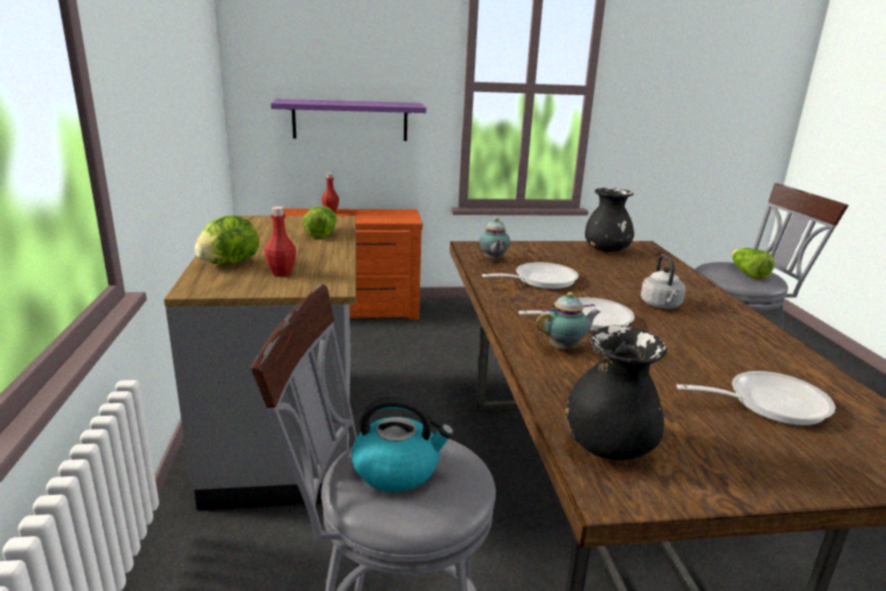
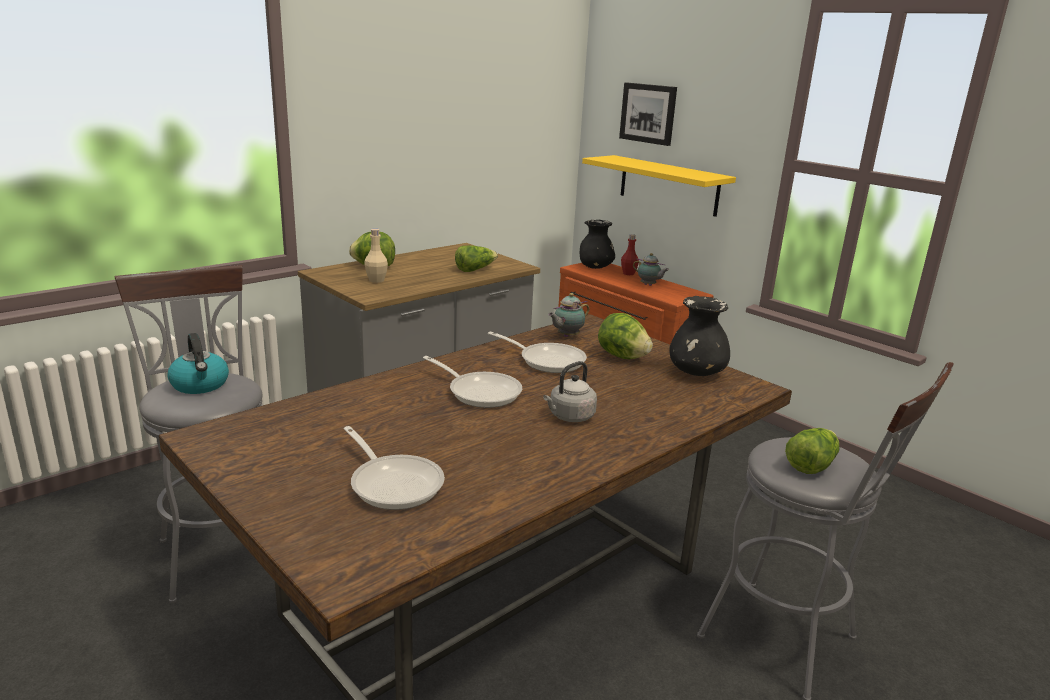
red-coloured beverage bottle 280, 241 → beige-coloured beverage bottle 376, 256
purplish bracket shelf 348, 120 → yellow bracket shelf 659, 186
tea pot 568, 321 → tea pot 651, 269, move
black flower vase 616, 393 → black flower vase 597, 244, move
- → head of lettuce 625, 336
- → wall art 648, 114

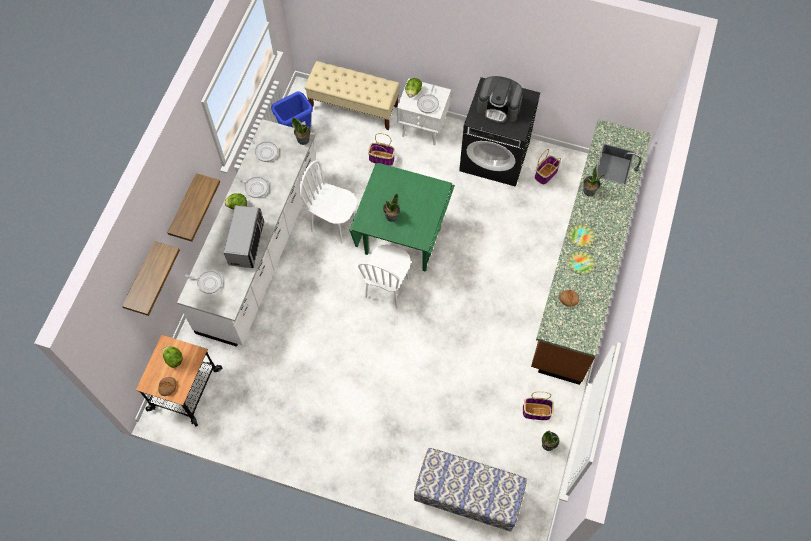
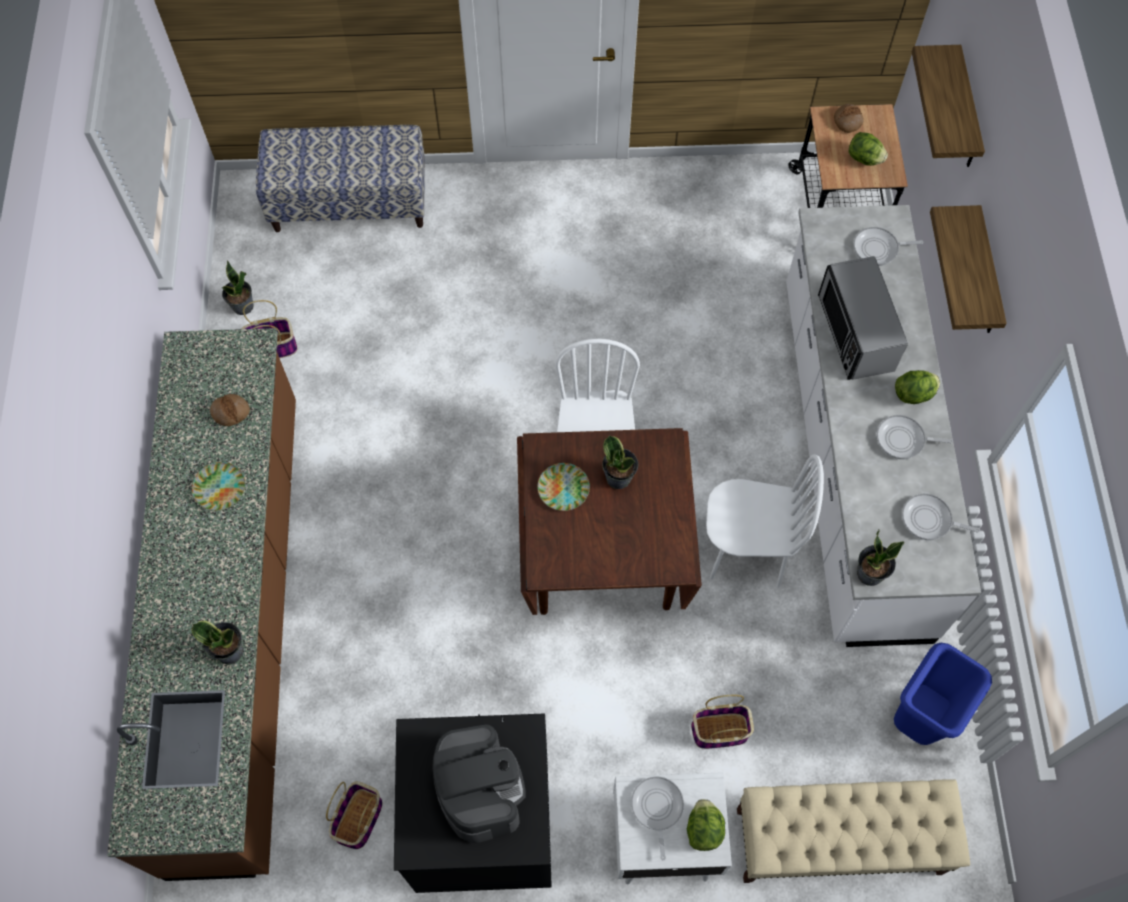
greenish dinner table 402, 217 → brownish dinner table 609, 521
coffee machine 500, 99 → coffee machine 478, 783, 75 degrees clockwise
plate 582, 235 → plate 563, 487, move

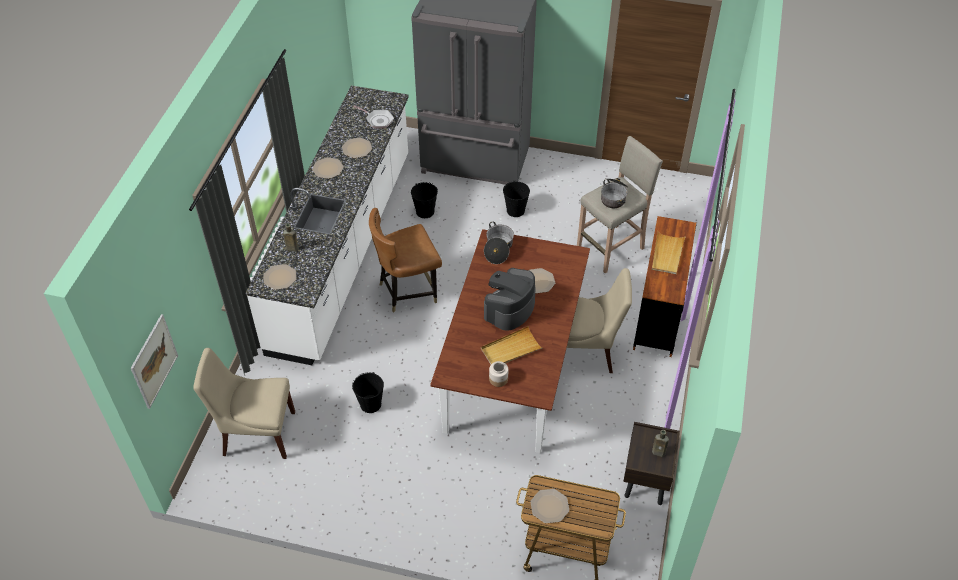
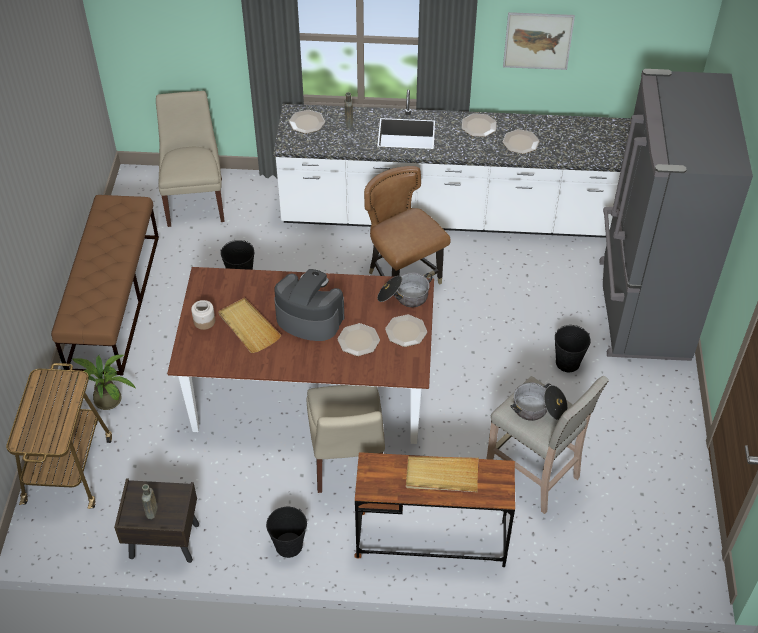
wall art 154, 361 → wall art 539, 41, move
frying pan 373, 116 → -
black pail 424, 200 → black pail 286, 532, move
plate 549, 506 → plate 406, 330, move
- → brownish bench 105, 285
- → potted plant 104, 382

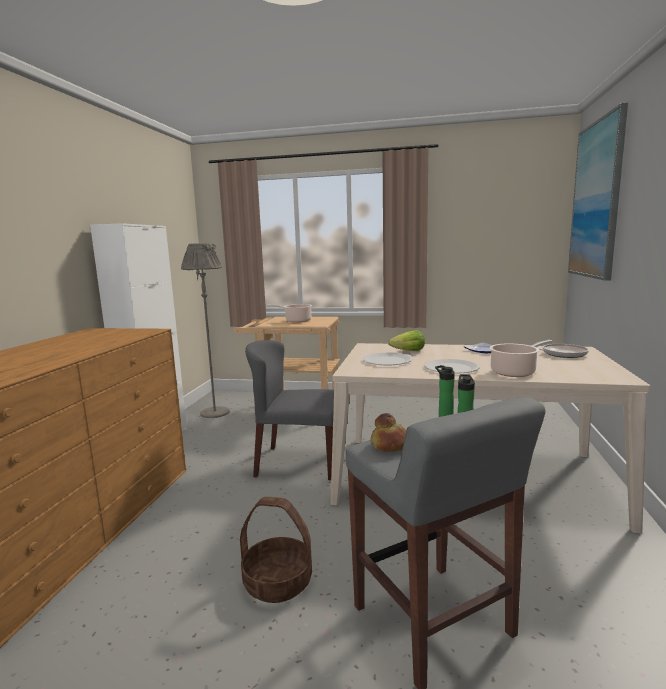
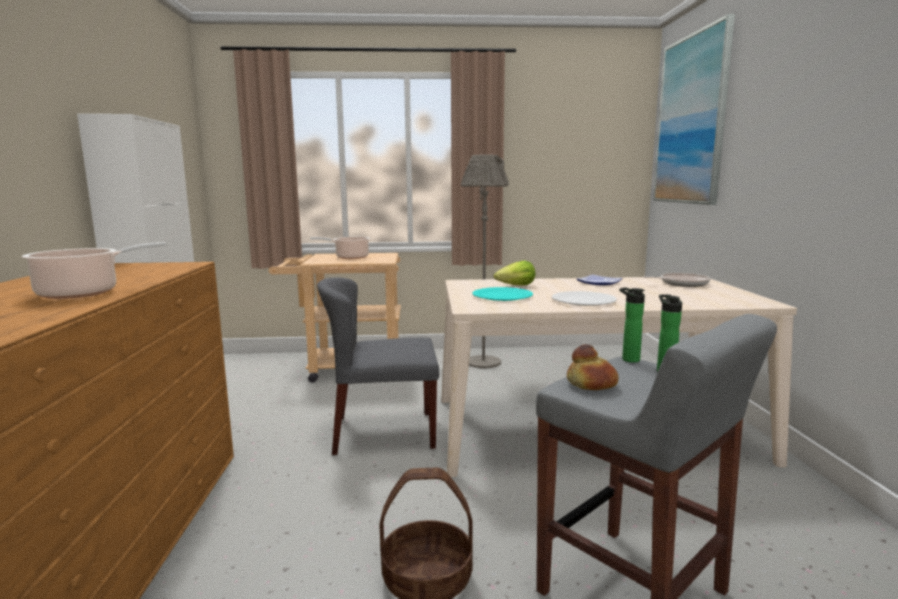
grey standing lamp 205, 330 → grey standing lamp 485, 261, move
whitish plate 388, 359 → blue-green plate 502, 294
cooking pot 521, 358 → cooking pot 94, 270, move

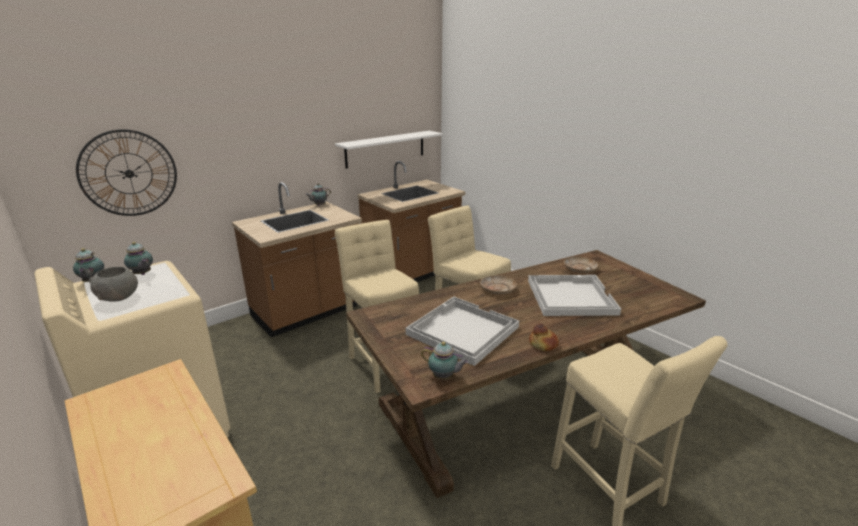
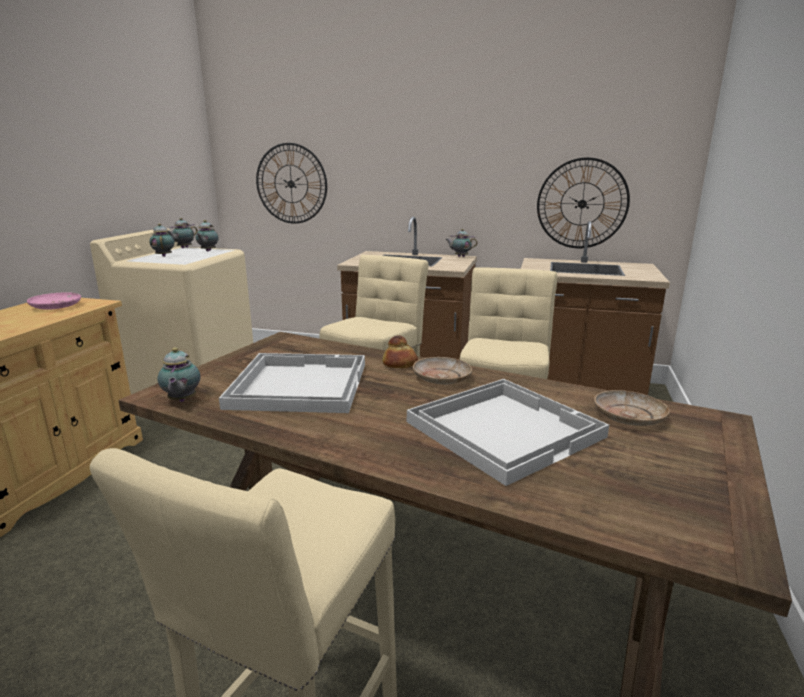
grey bowl 113, 284 → tea pot 162, 240
whitish bracket shelf 389, 150 → hanging clock 583, 202
bakery bread 544, 337 → bakery bread 400, 351, move
- → pink-coloured plate 54, 301

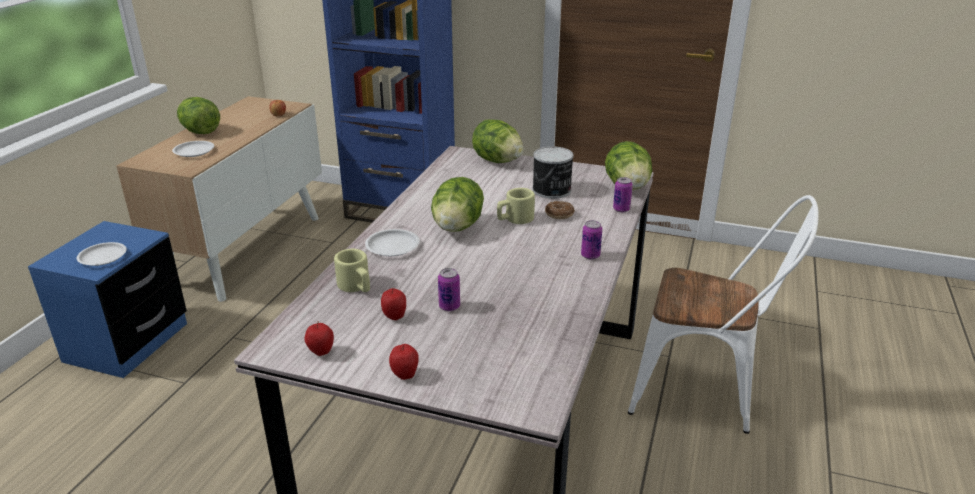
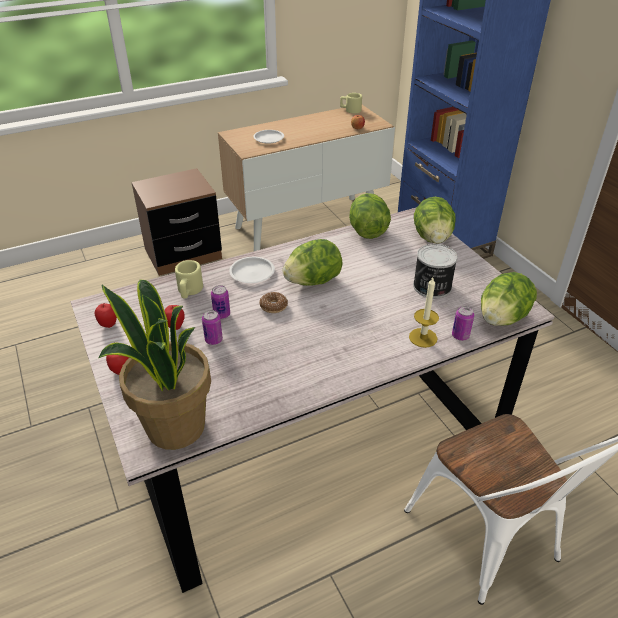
blue nightstand 107, 299 → brownish nightstand 176, 222
whitish plate 102, 254 → -
head of lettuce 198, 115 → head of lettuce 370, 216, move
beige-coloured coffee mug 516, 206 → beige-coloured coffee mug 351, 103, move
doughnut 560, 210 → doughnut 274, 302, move
can 591, 239 → can 220, 302, move
- → potted plant 155, 365
- → wax light 424, 313

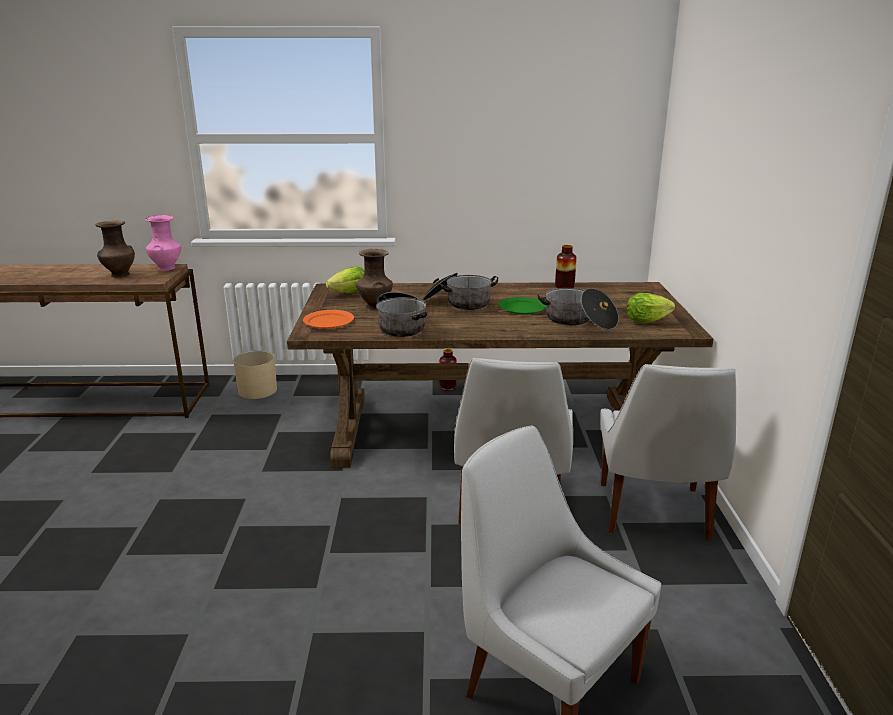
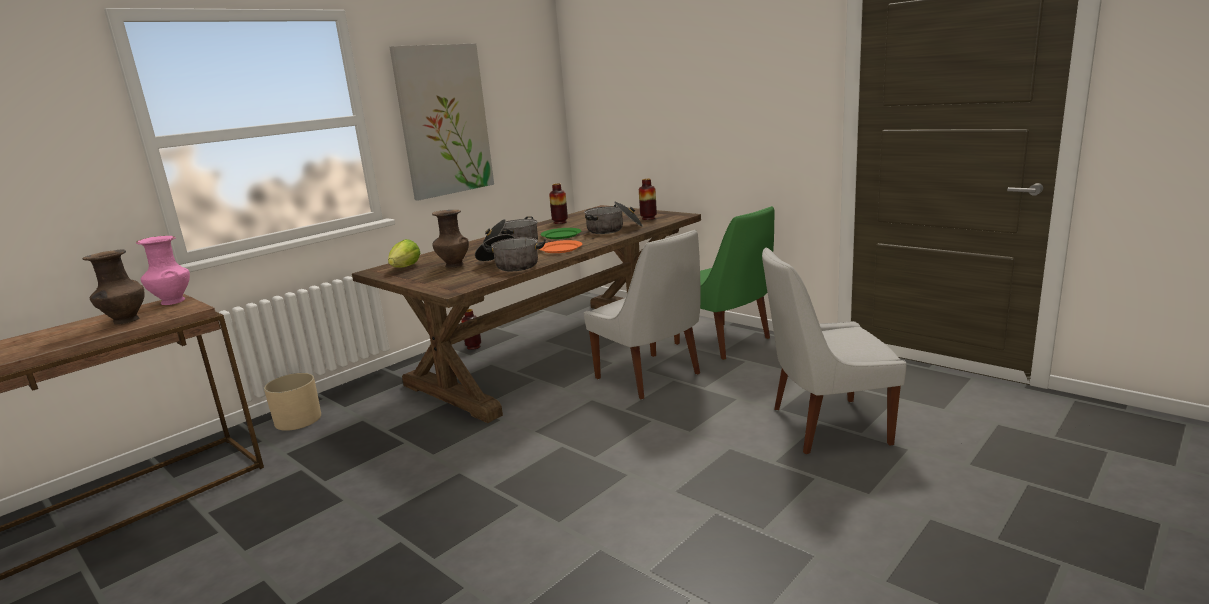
orange plate 328, 319 → orange plate 560, 246, move
whitish plain chair 668, 452 → greenish plain chair 724, 283
head of lettuce 651, 308 → flower vase 648, 199
- → wall art 441, 122

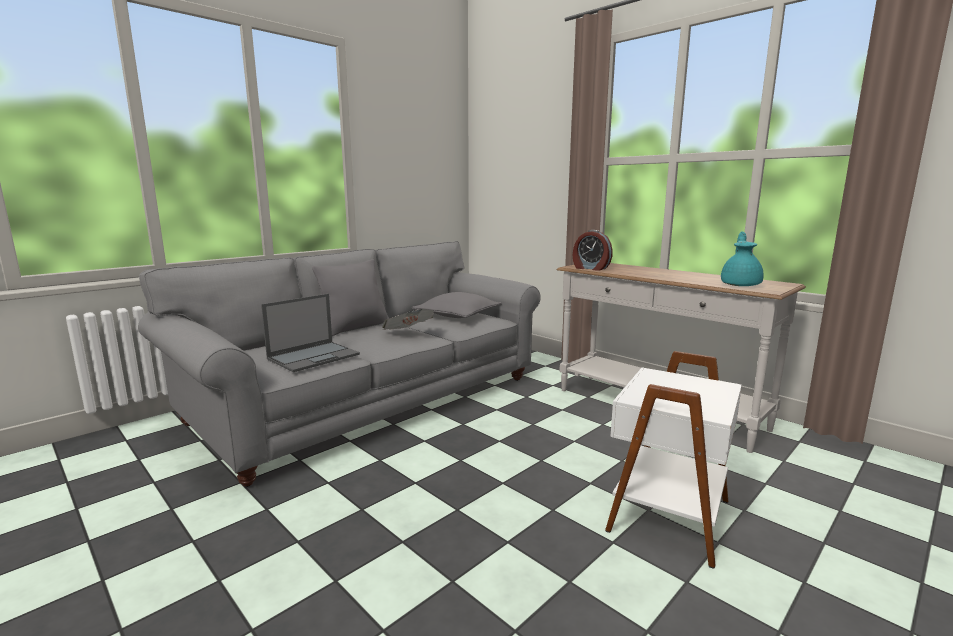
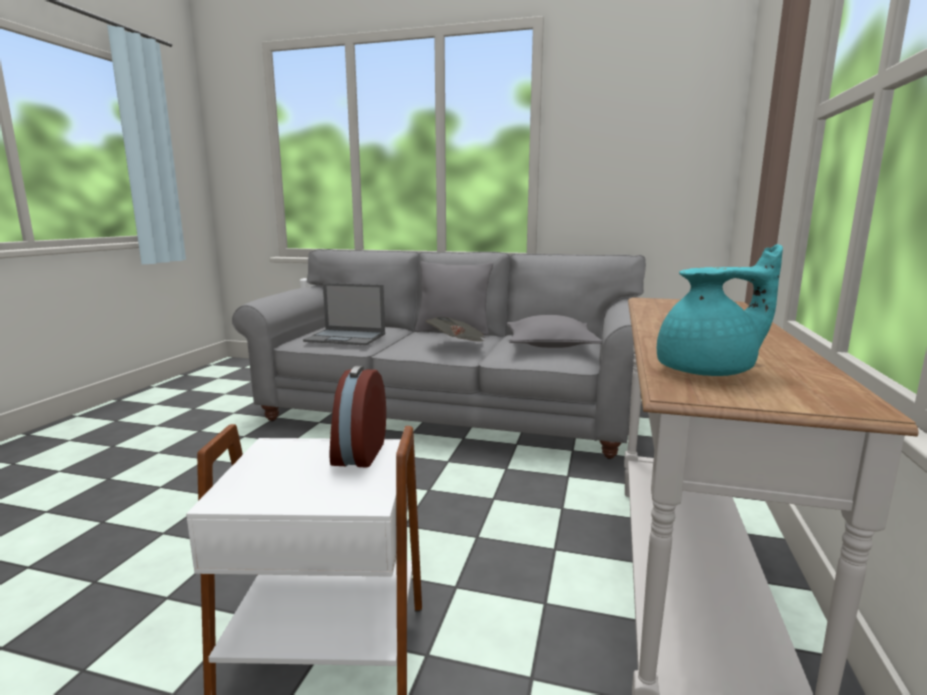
table clock 593, 250 → table clock 357, 416, move

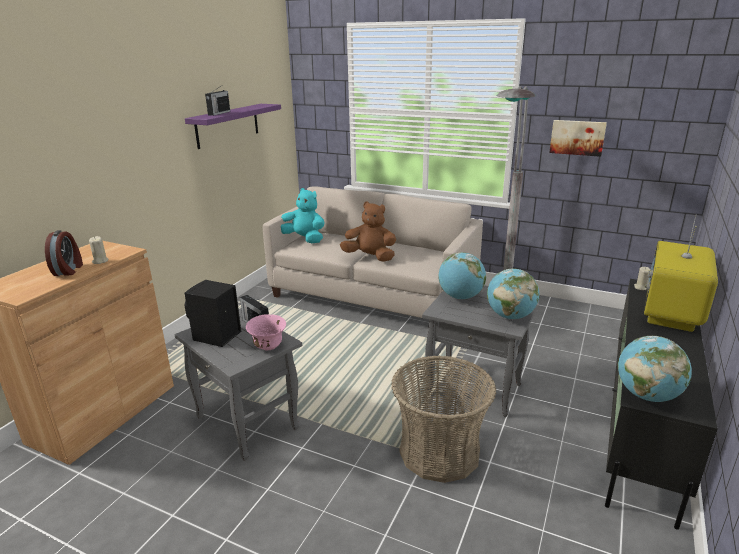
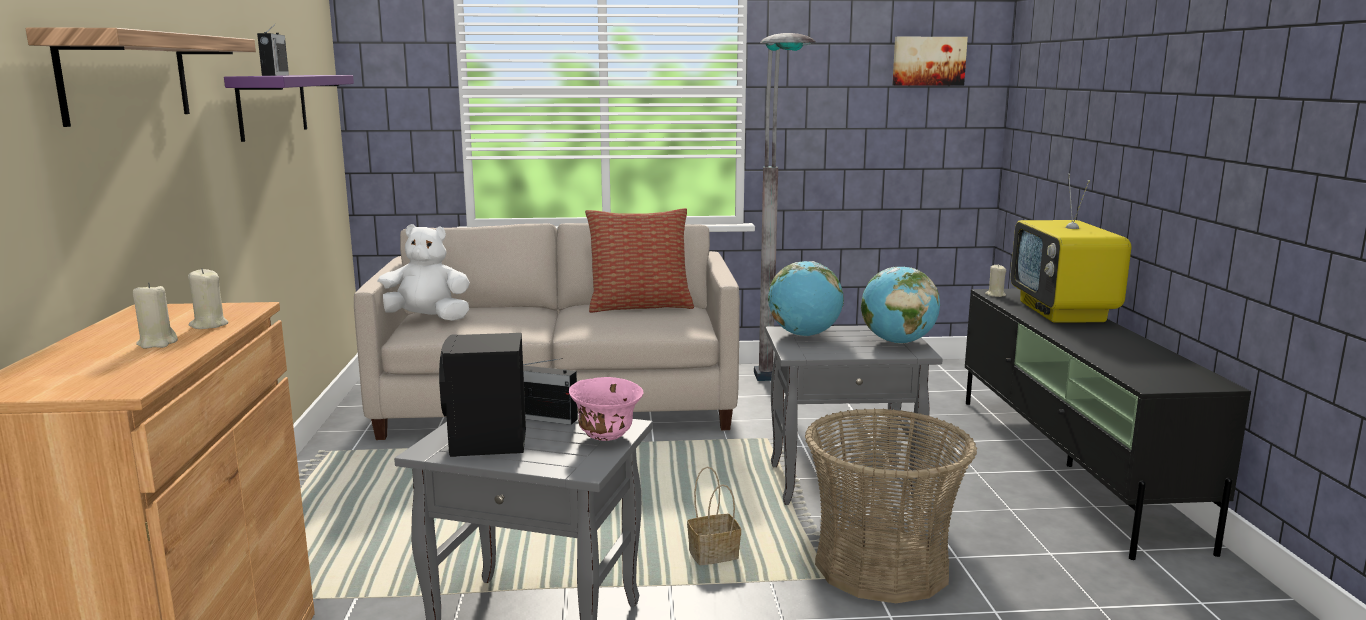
table clock 64, 253 → beige-coloured wax light 155, 315
blue-green soft toy 303, 215 → whitish soft toy 424, 272
brownish soft toy 368, 231 → -
wall art 578, 138 → wall art 930, 61, move
desk globe 655, 369 → -
- → bracket shelf 141, 77
- → throw pillow 639, 260
- → storage basket 714, 515

